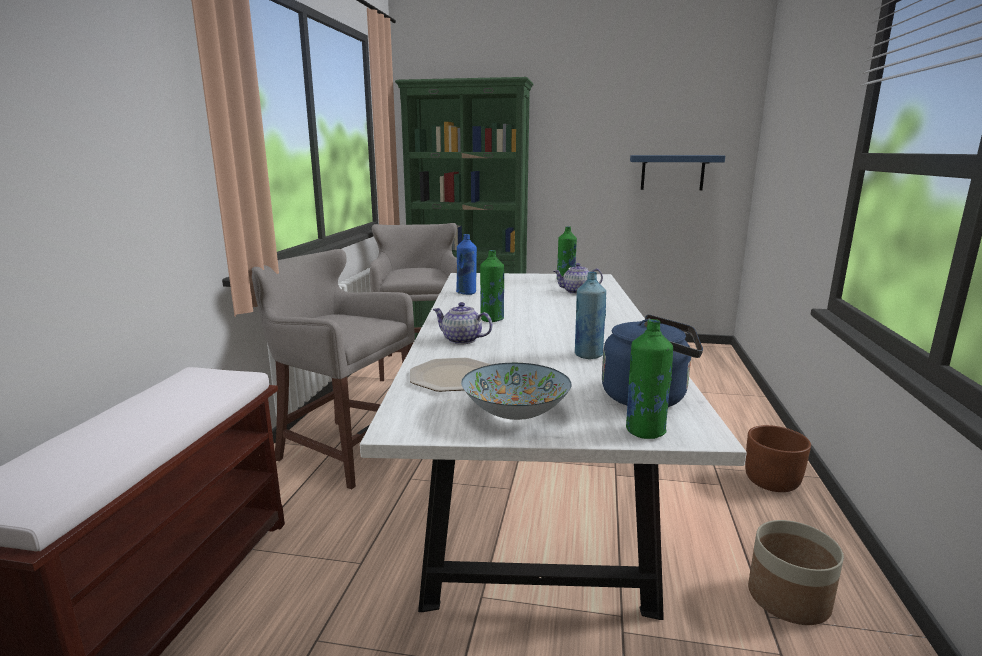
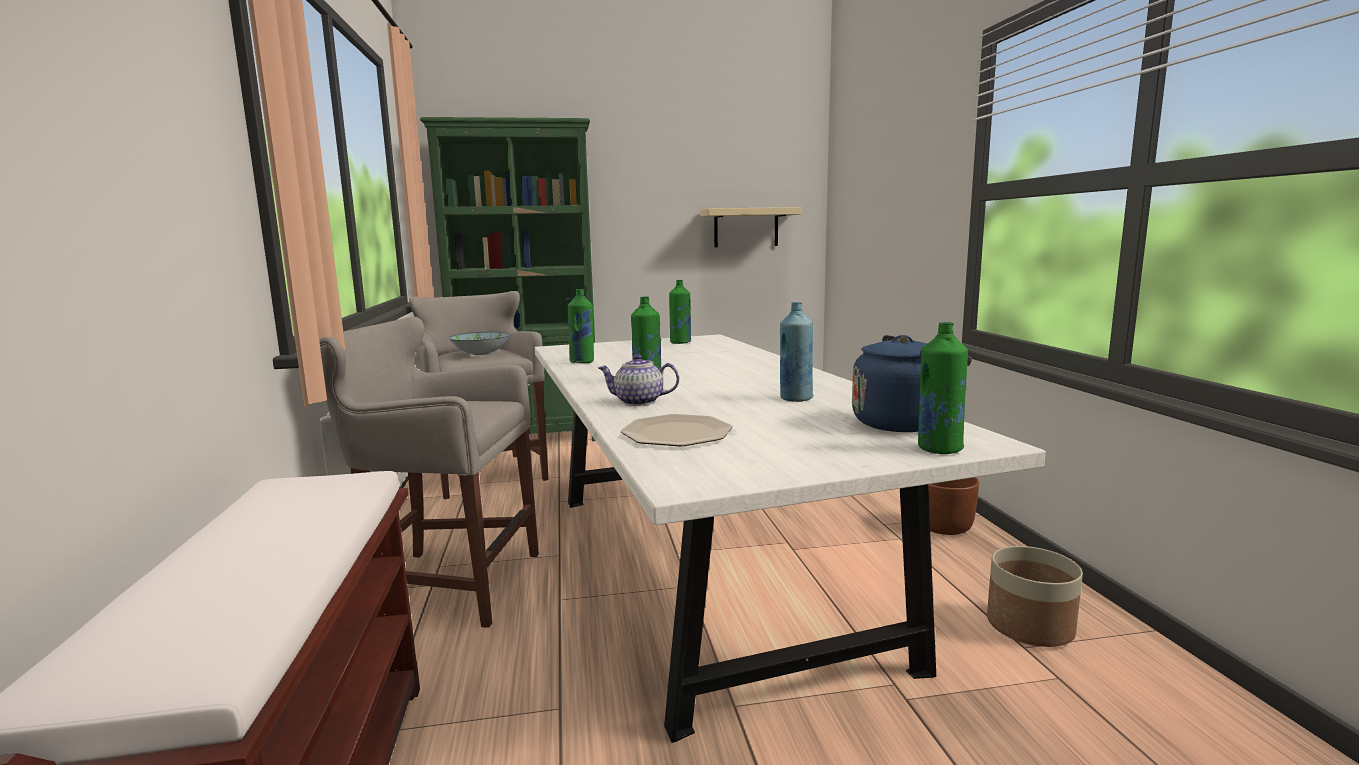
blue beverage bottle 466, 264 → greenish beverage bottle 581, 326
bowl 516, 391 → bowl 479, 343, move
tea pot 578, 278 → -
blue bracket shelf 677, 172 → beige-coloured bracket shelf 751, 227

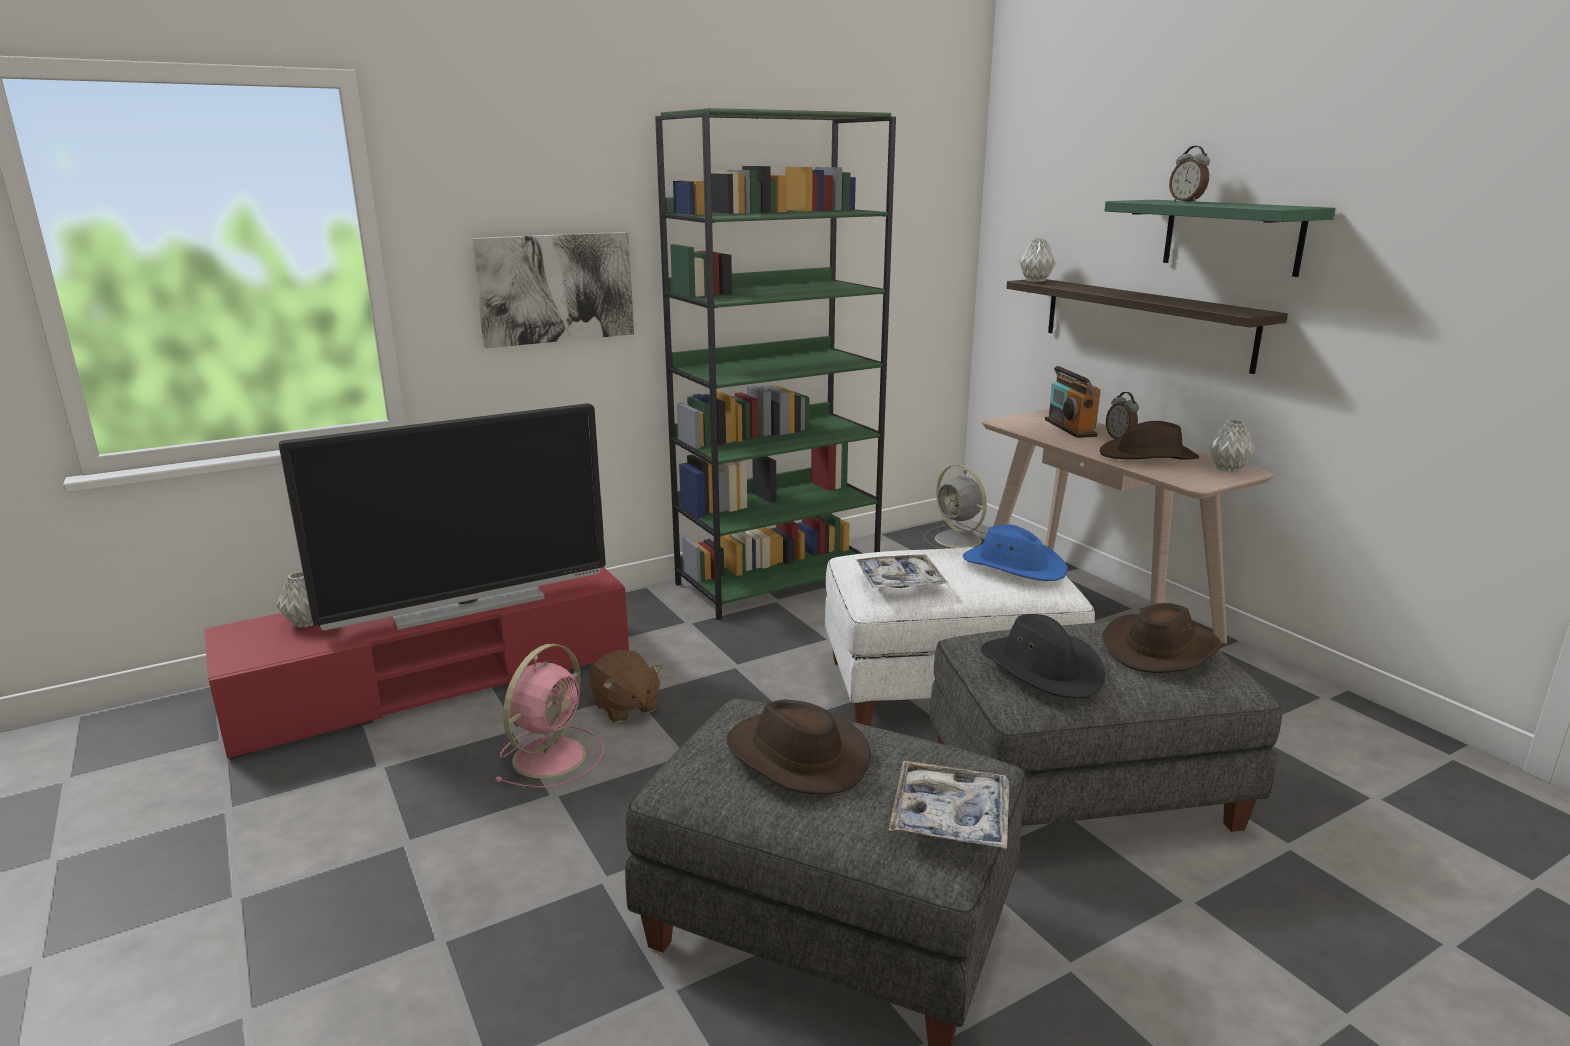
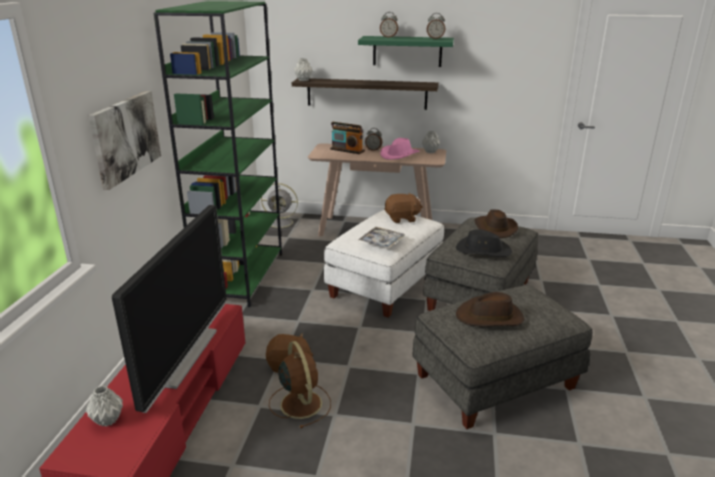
pink-coloured electric fan 549, 716 → brownish electric fan 300, 384
serving tray 949, 804 → -
blue hat 1015, 552 → brownish soft toy 403, 208
brownish hat 1149, 440 → pink-coloured hat 399, 149
- → table clock 436, 26

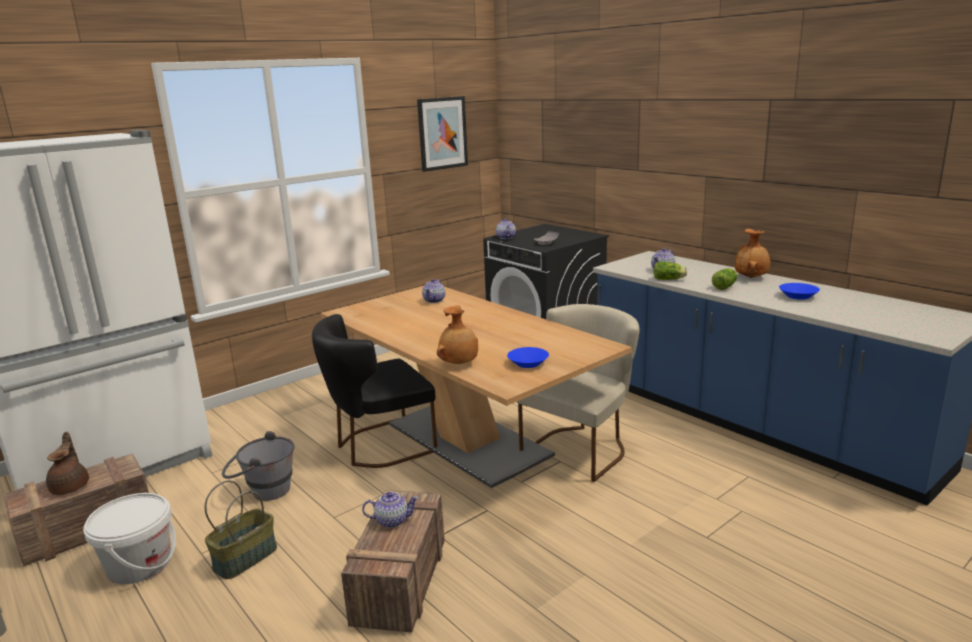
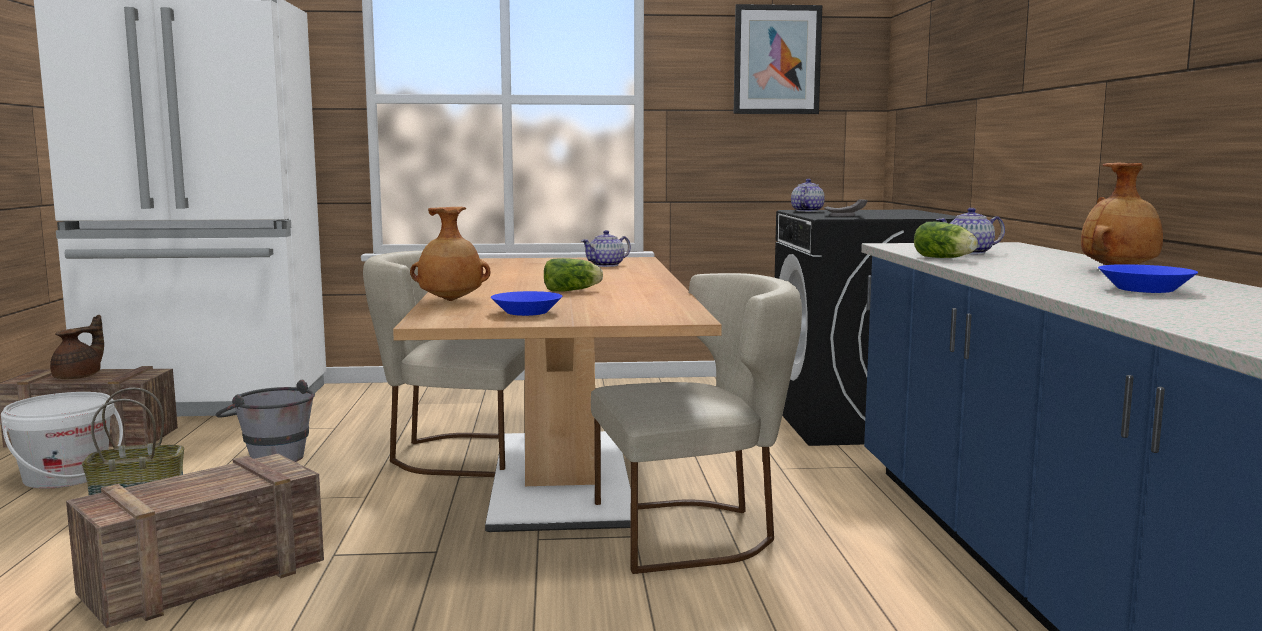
black plain chair 374, 391 → beige-coloured plain chair 444, 364
tea pot 390, 510 → -
head of lettuce 724, 279 → head of lettuce 573, 275, move

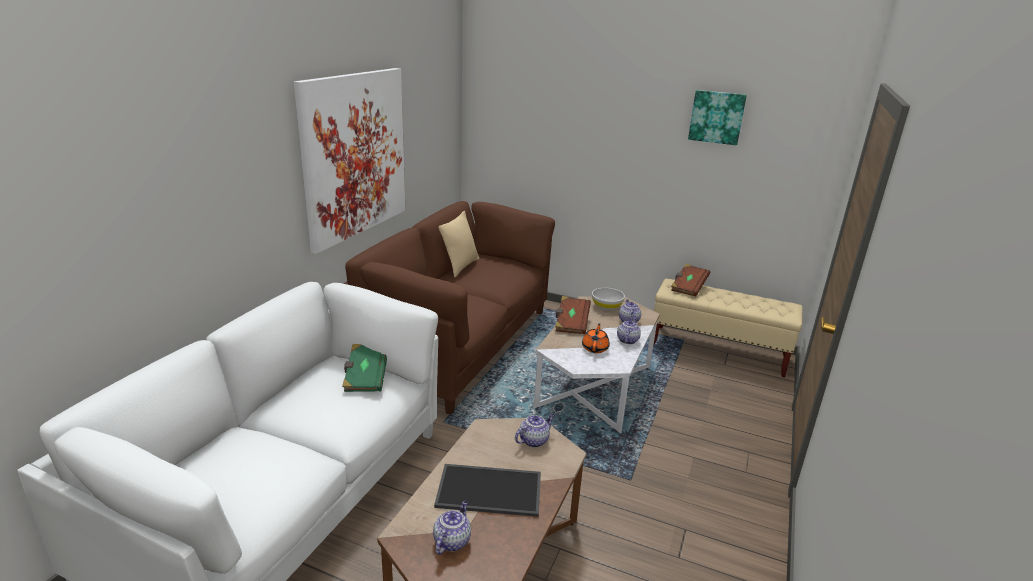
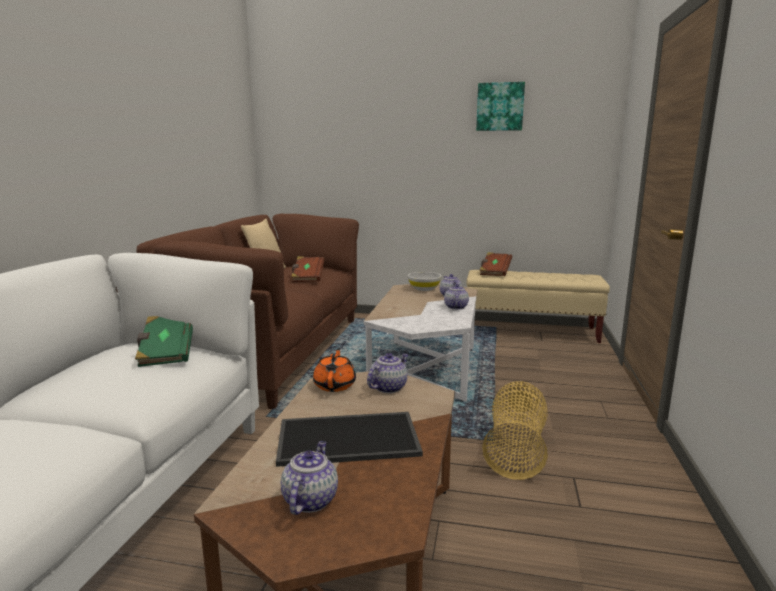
wall art 349, 161 → -
brownish volume 573, 315 → brownish volume 307, 269, move
orange tea pot 596, 338 → orange tea pot 334, 370, move
- → storage basket 515, 430

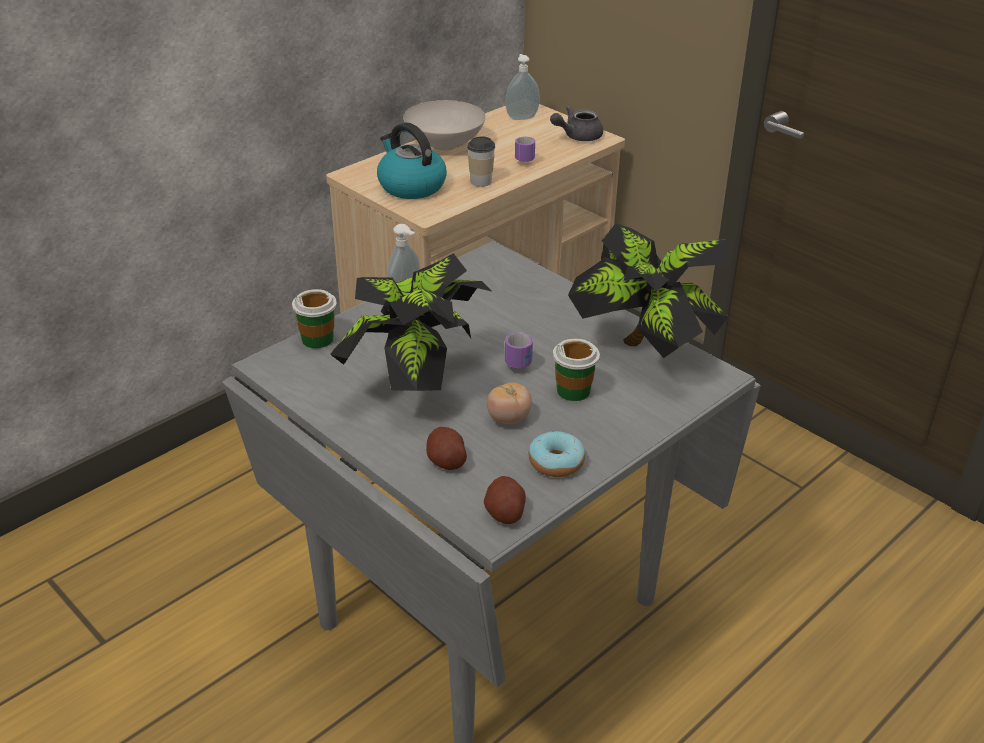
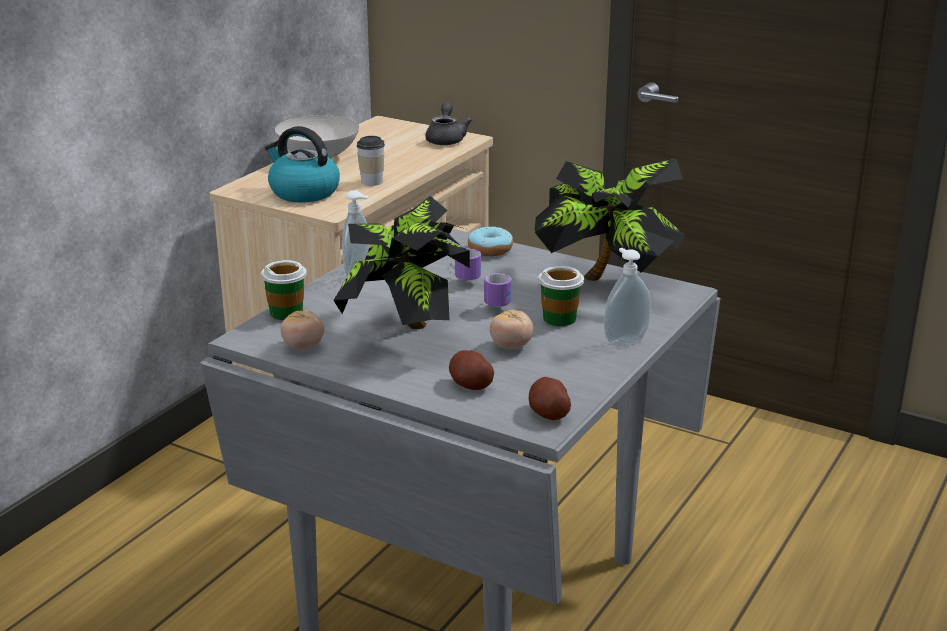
liquid soap bottle 522, 87 → liquid soap bottle 627, 297, move
coffee mug 525, 149 → coffee mug 465, 265, move
doughnut 557, 453 → doughnut 490, 241, move
grey tea pot 576, 123 → grey tea pot 449, 123, 135 degrees clockwise
- → whole tomato 302, 330

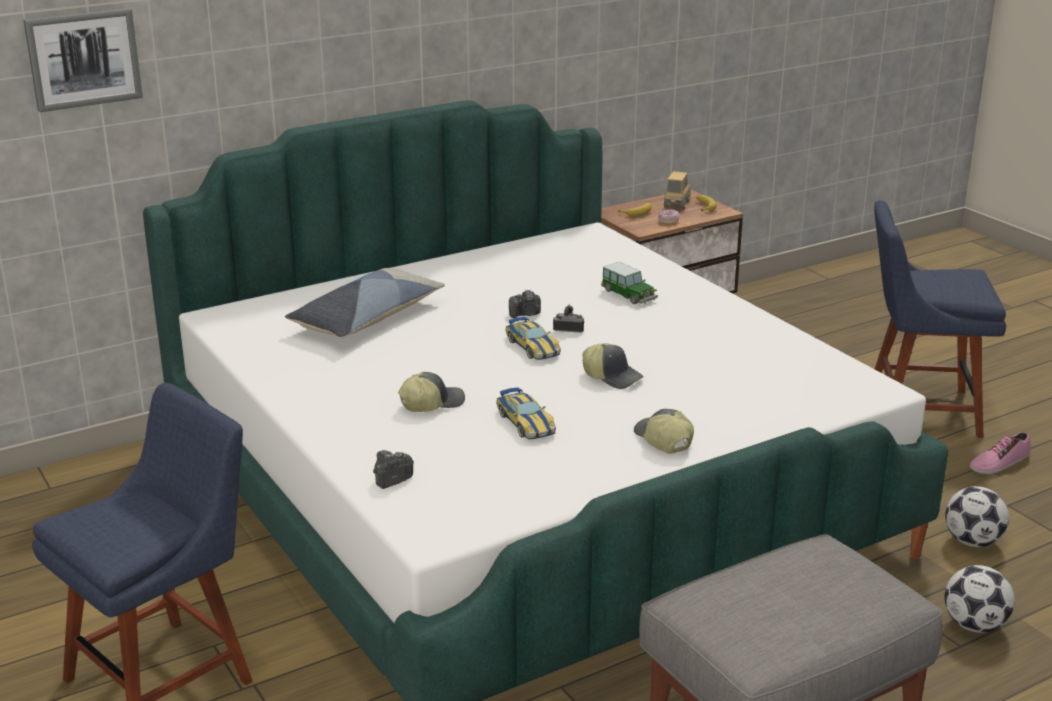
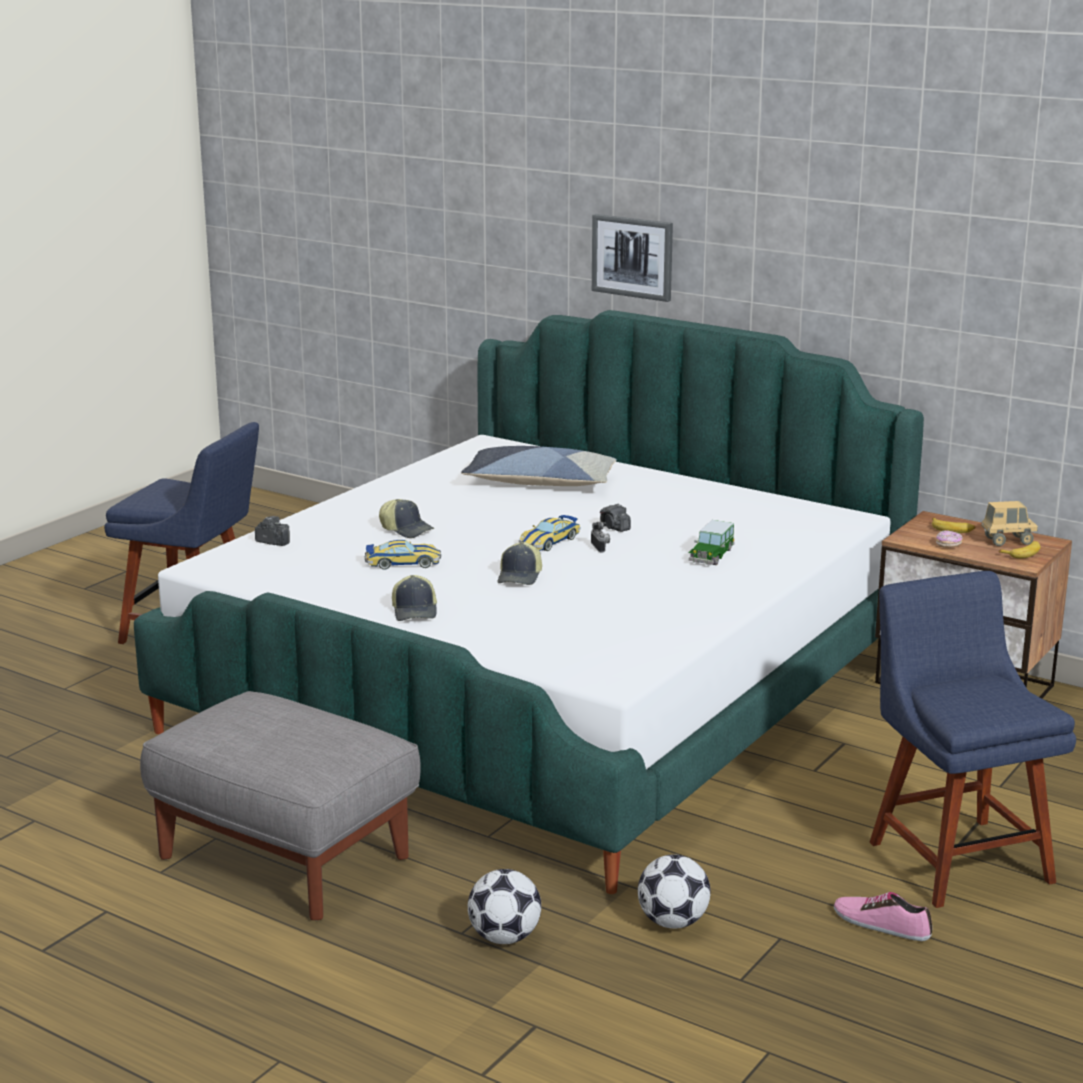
wall art 83, 60 → wall art 632, 258, move
miniature car 526, 413 → miniature car 403, 554, 135 degrees counterclockwise
peaked cap 664, 431 → peaked cap 414, 598, 135 degrees clockwise

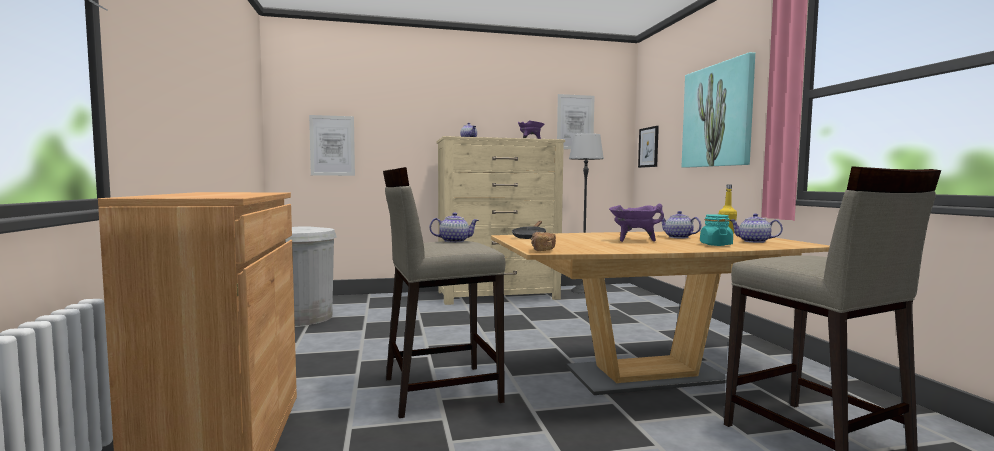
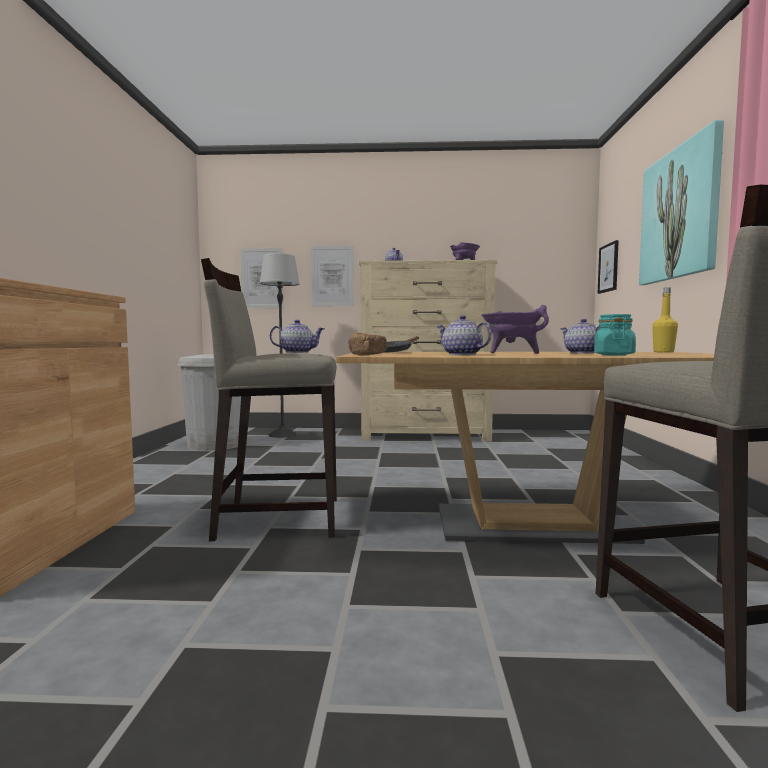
wall art 575, 121 → wall art 332, 276, move
standing lamp 586, 213 → standing lamp 280, 345, move
tea pot 756, 228 → tea pot 464, 335, move

